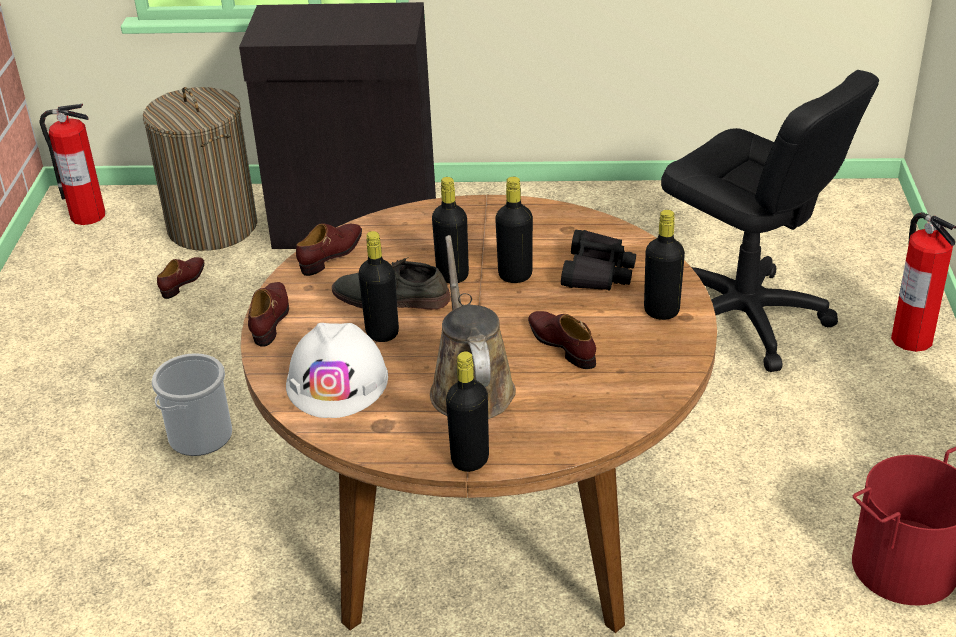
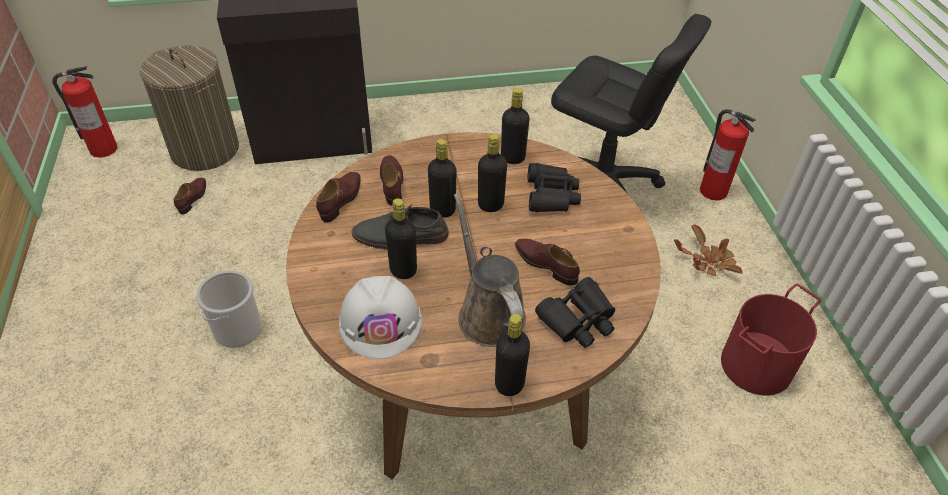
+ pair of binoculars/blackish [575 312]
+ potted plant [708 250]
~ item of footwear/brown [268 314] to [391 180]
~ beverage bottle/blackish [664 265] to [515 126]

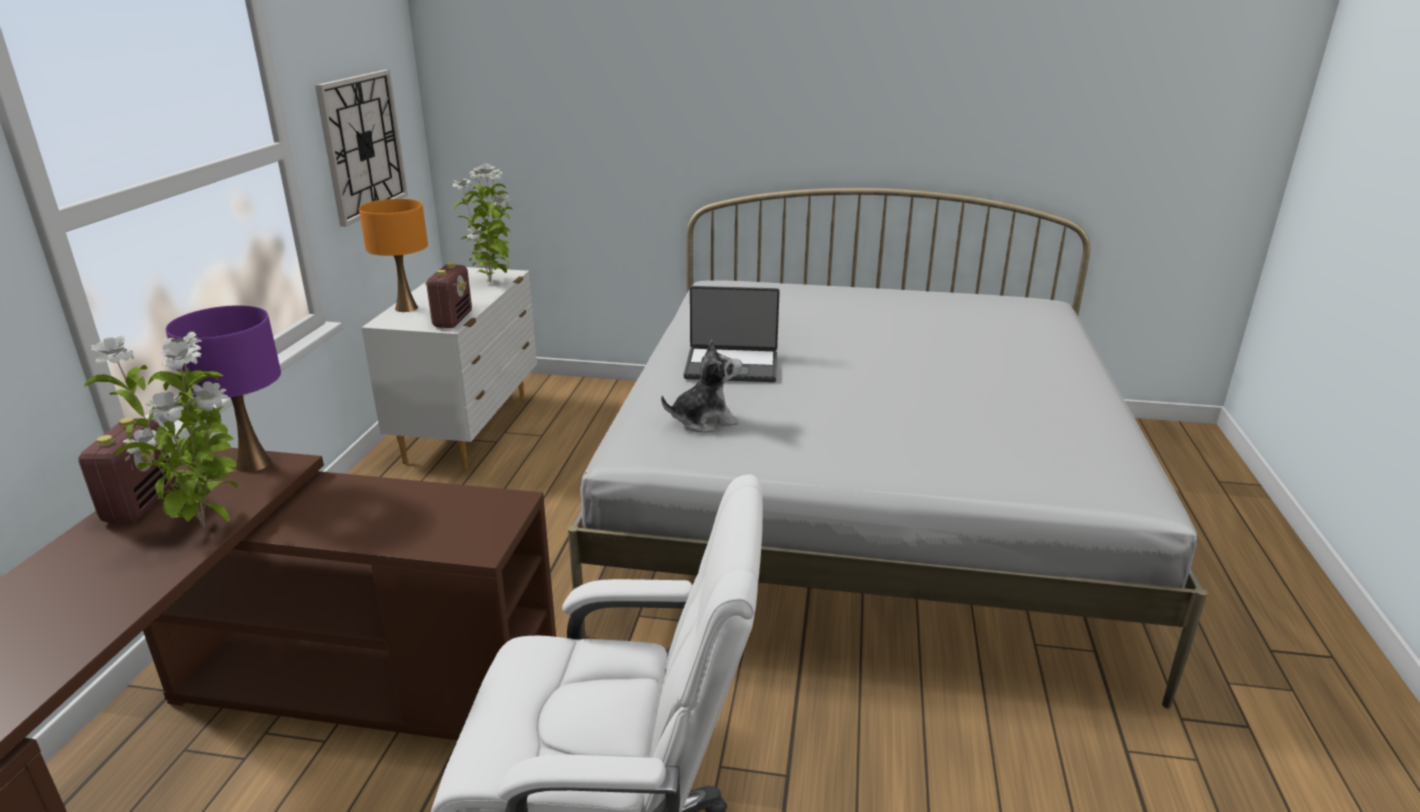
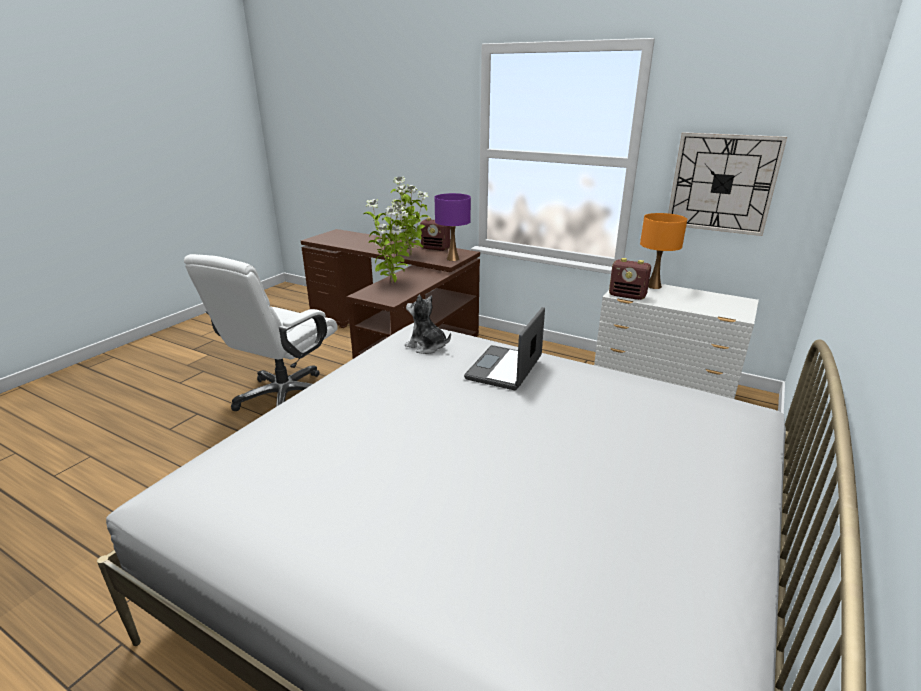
~ potted plant [482 223] to [388 241]
~ soft toy [701 386] = [428 324] 120 degrees clockwise

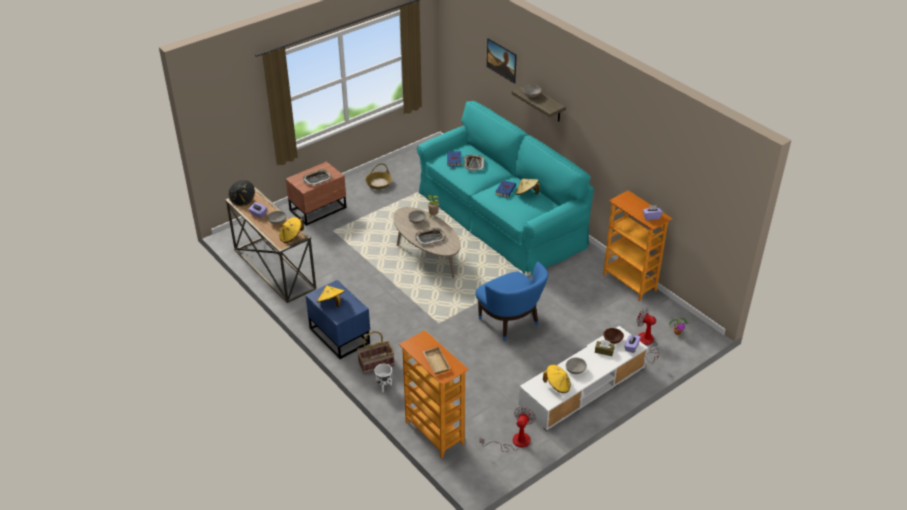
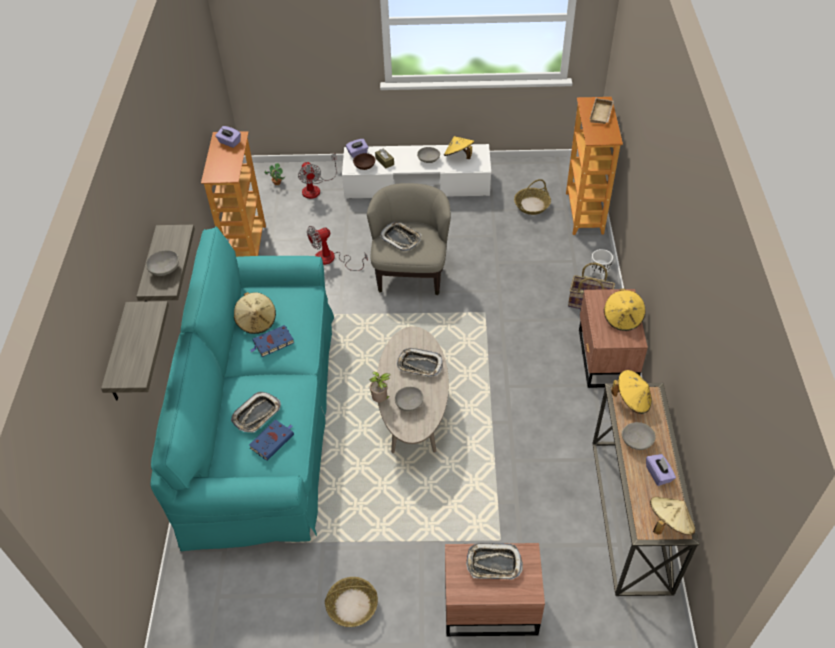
+ carrying tray [400 236]
+ basket [532 197]
~ fan [508 429] to [337 248]
~ wall art [502 61] to wall shelf [135 350]
~ wearable hat/blackish [242 192] to wearable hat/sand-coloured [672 516]
~ nightstand/bluish [338 319] to nightstand/brown [613 338]
~ armchair/bluish [511 301] to armchair/sand-coloured [409 239]

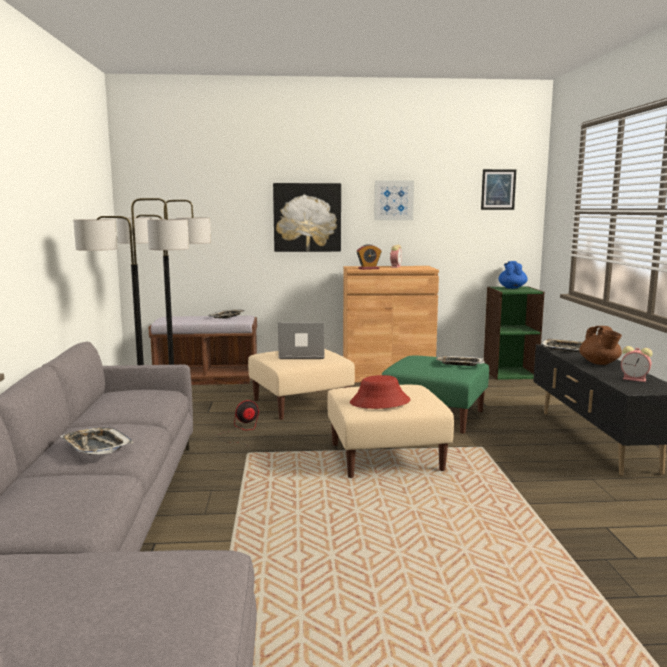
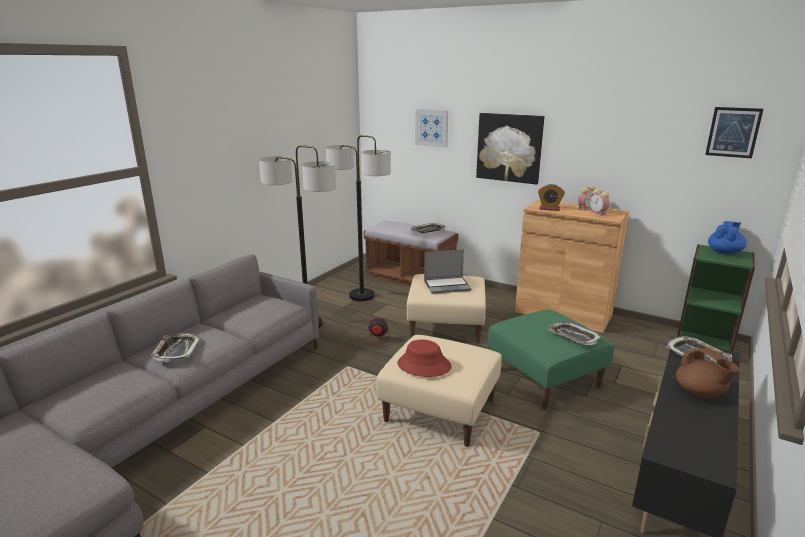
~ wall art [394 200] to [431 128]
~ bedside clock [636 364] to [600 202]
~ portable computer [301 340] = [448 271] 135 degrees clockwise
~ pot for tea/brown [600 345] = [708 373] 60 degrees counterclockwise

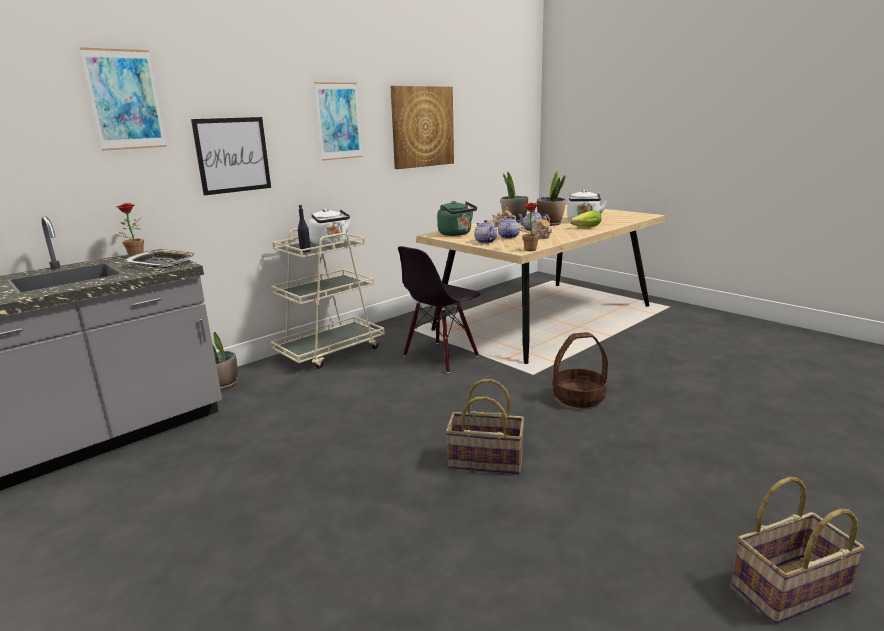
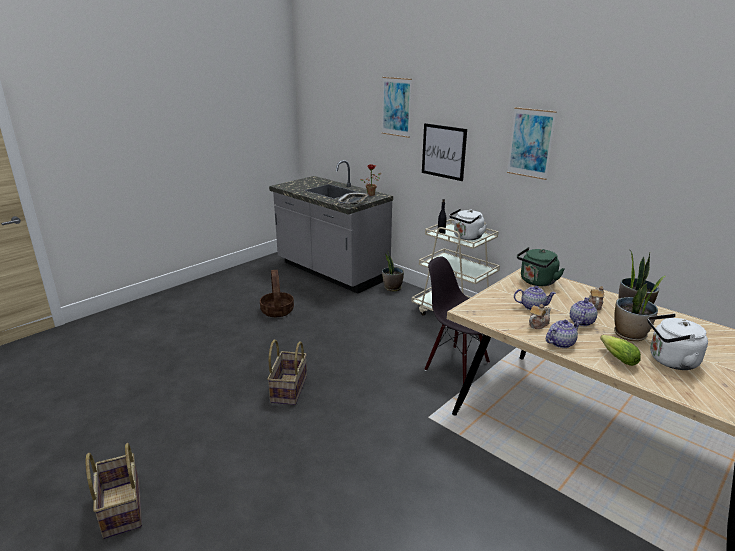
- wall art [422 127]
- potted plant [528 227]
~ pot for tea [485 232] to [563 334]
~ basket [580 370] to [277 293]

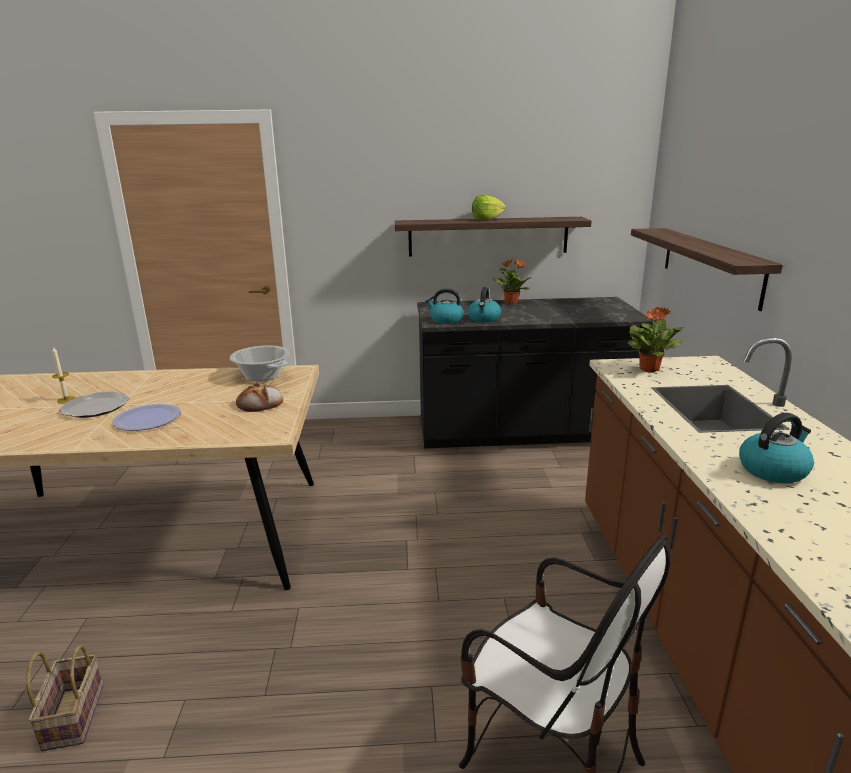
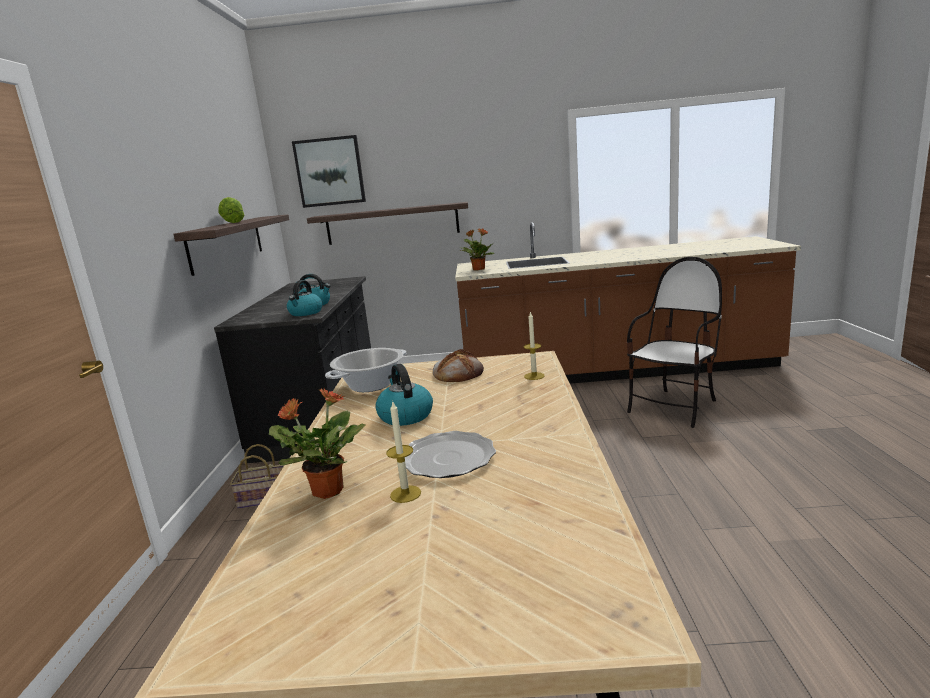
- flat dish [146 417]
+ wall art [329 171]
+ wax light [534 345]
~ basket [64 698] to [257 476]
~ potted plant [512 282] to [317 443]
~ tea kettle [776 448] to [404 395]

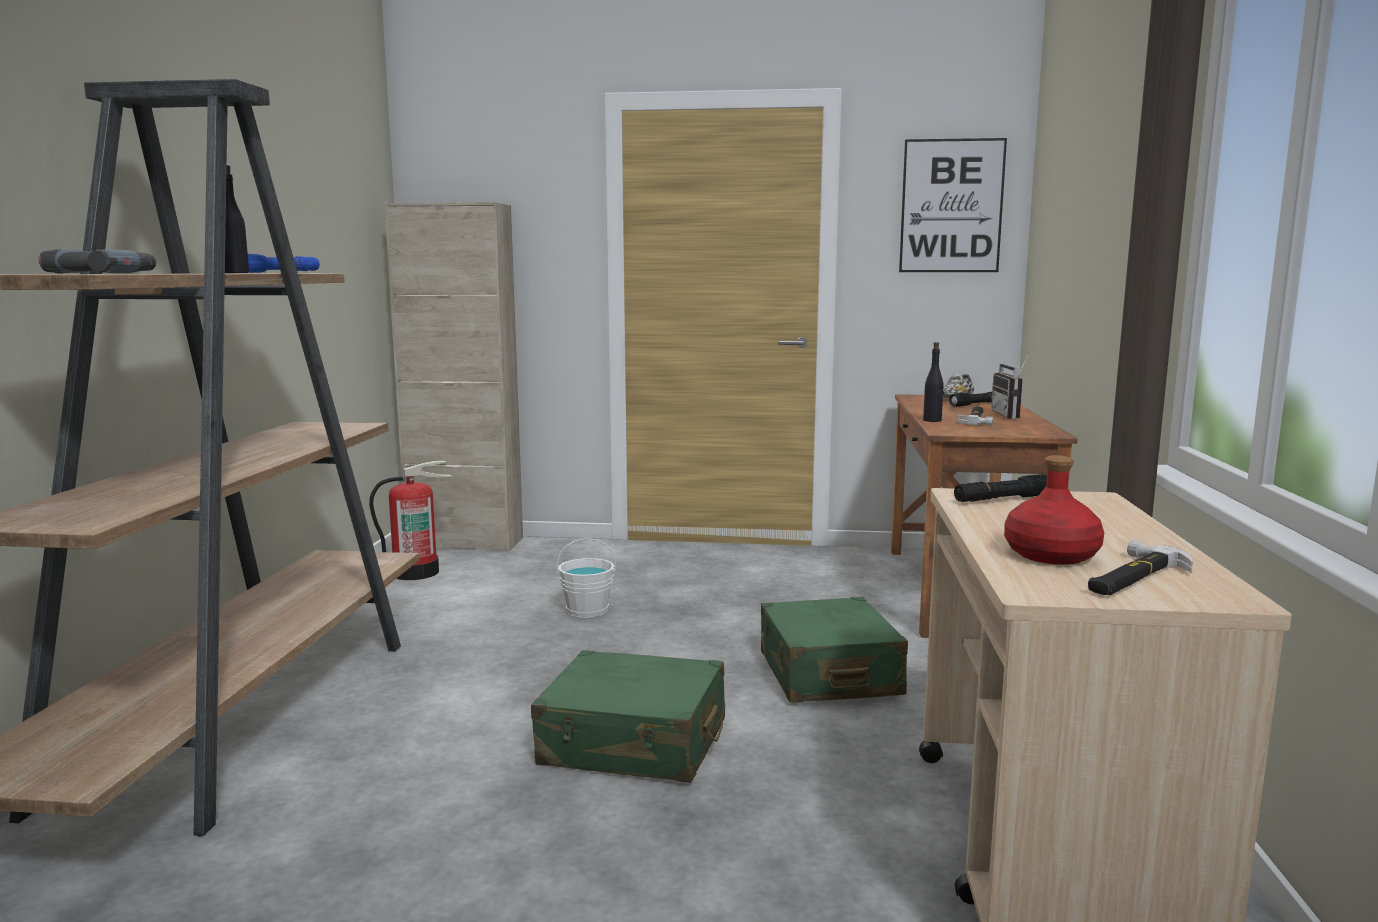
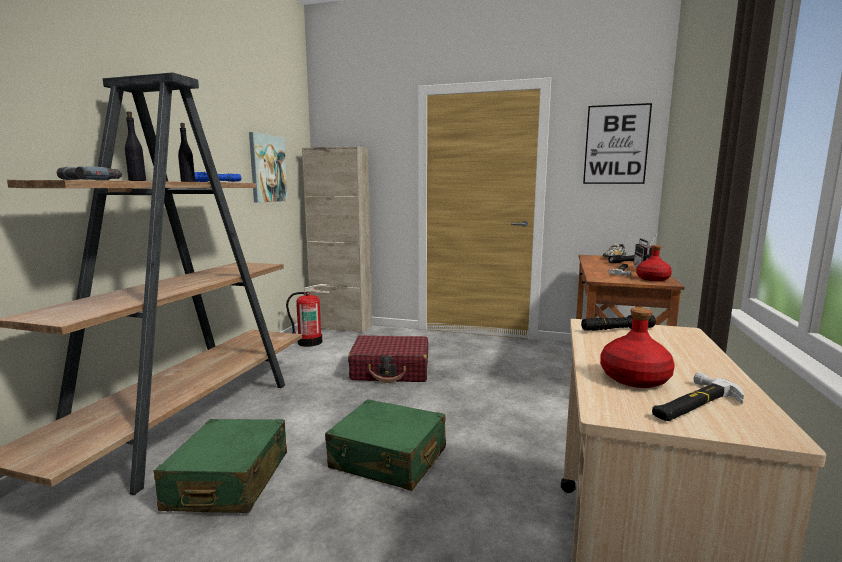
+ wall art [268 167]
+ beverage bottle/red [654 263]
~ suitcase/green [834 650] to [220 466]
~ beverage bottle/blackish [933 382] to [135 146]
~ pail/whitish [586 578] to suitcase/red [388 359]

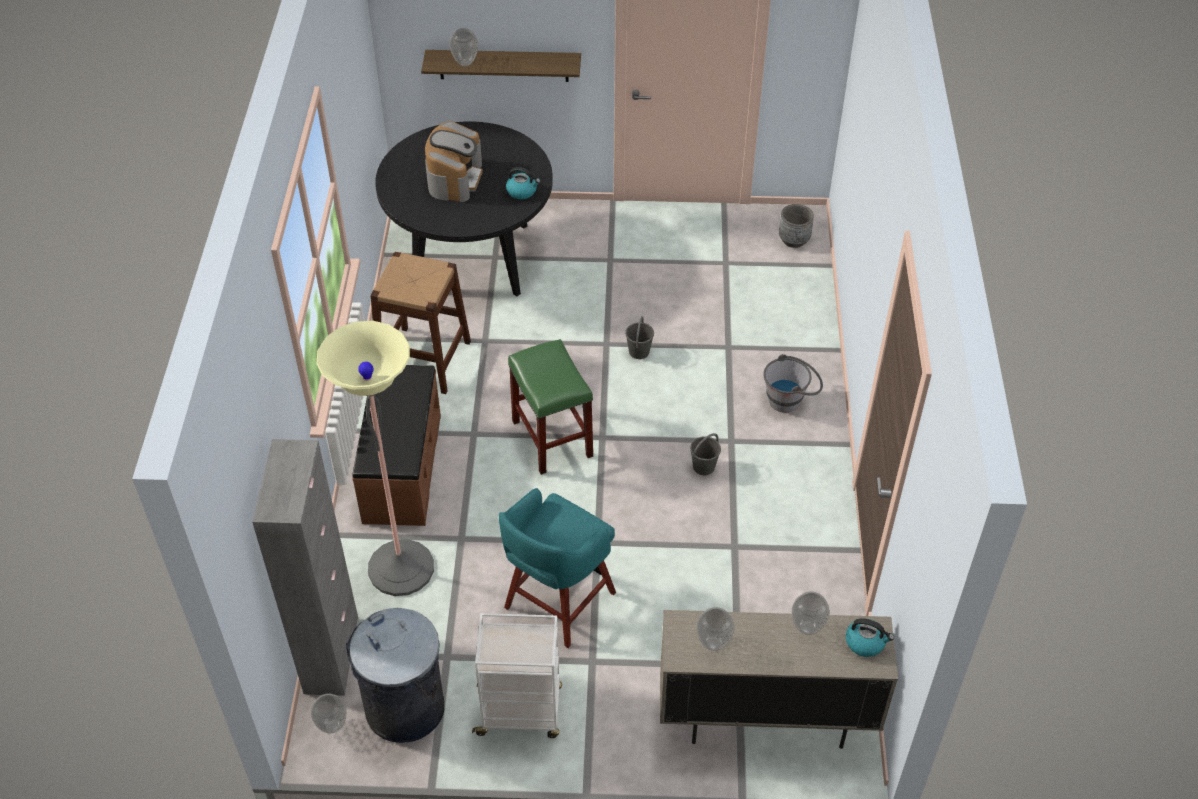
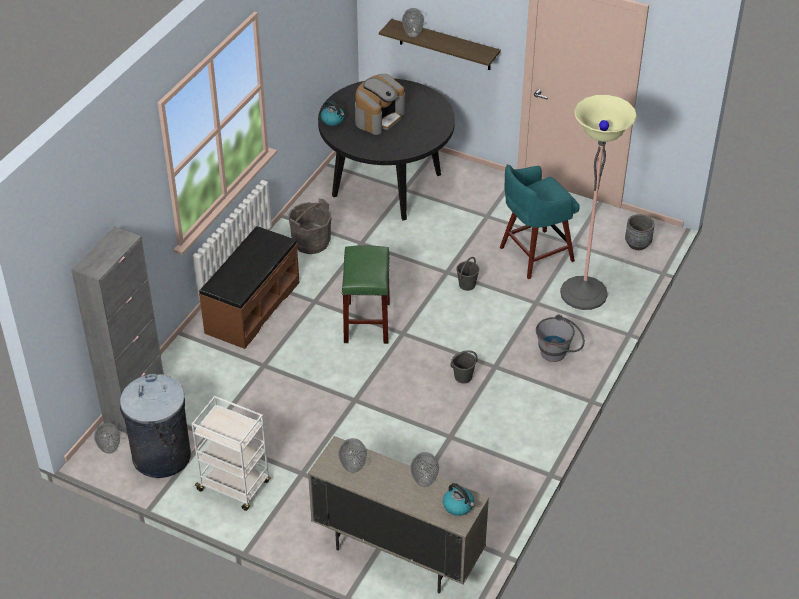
~ floor lamp [375 458] to [598 202]
~ stool seat/turquoise-coloured [557 568] to [540 222]
~ tea kettle [523 183] to [333 113]
~ stool seat/brown [420 323] to pail/gray [309 226]

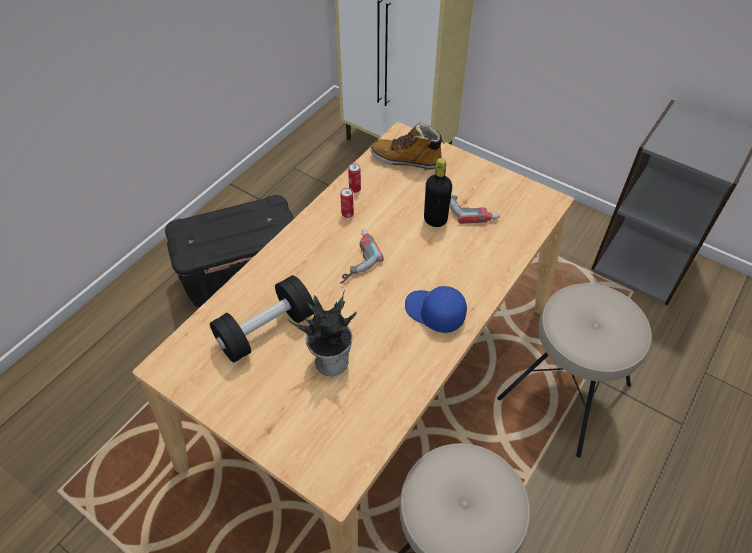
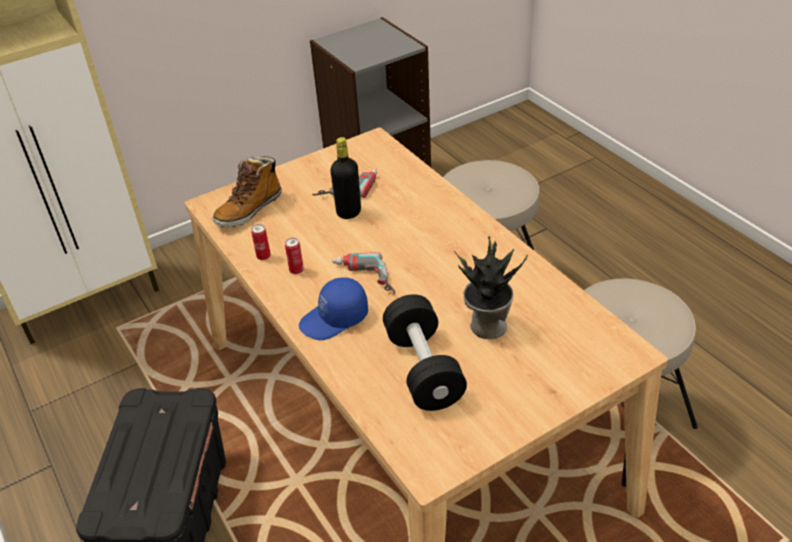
~ peaked cap/bluish [436 309] to [333 308]

